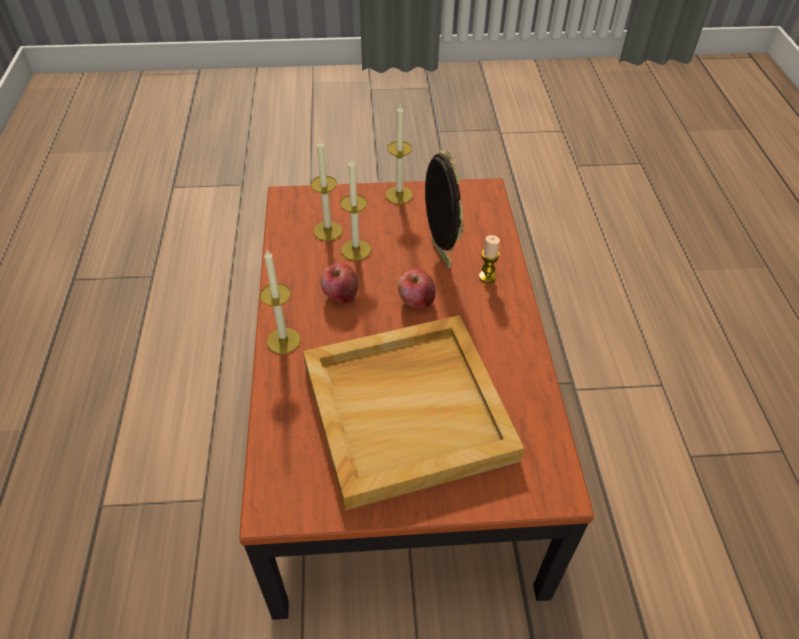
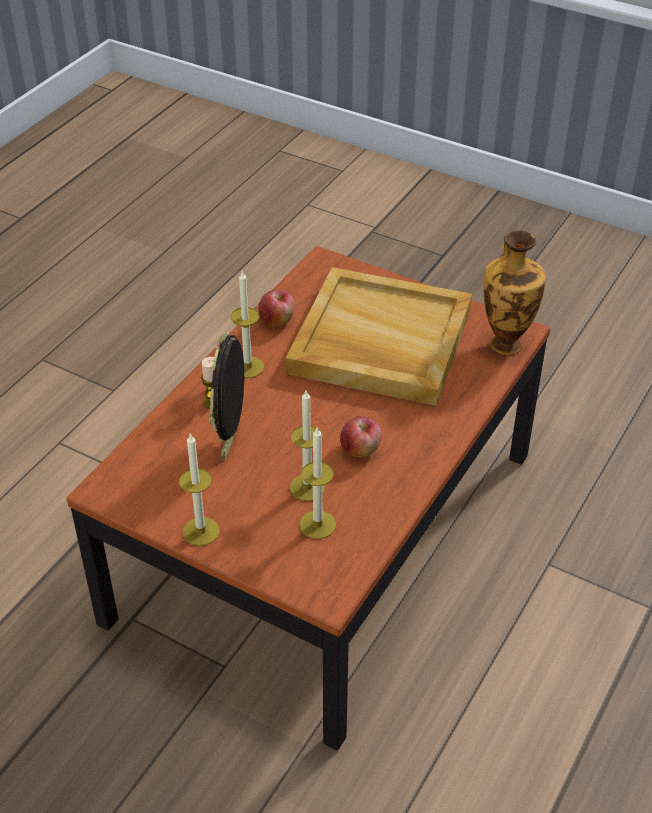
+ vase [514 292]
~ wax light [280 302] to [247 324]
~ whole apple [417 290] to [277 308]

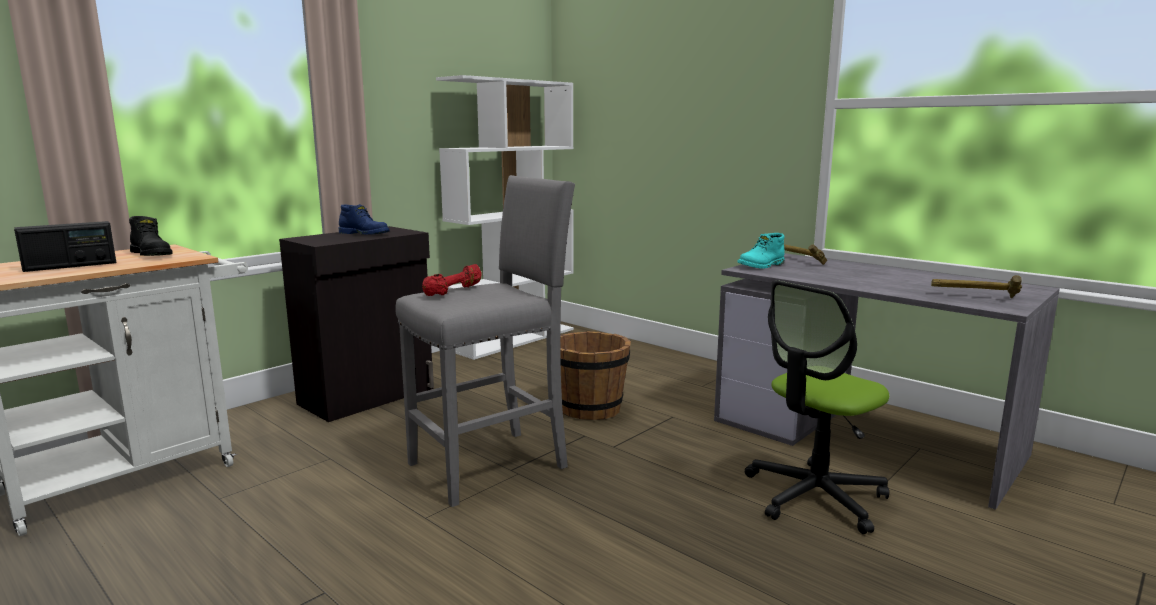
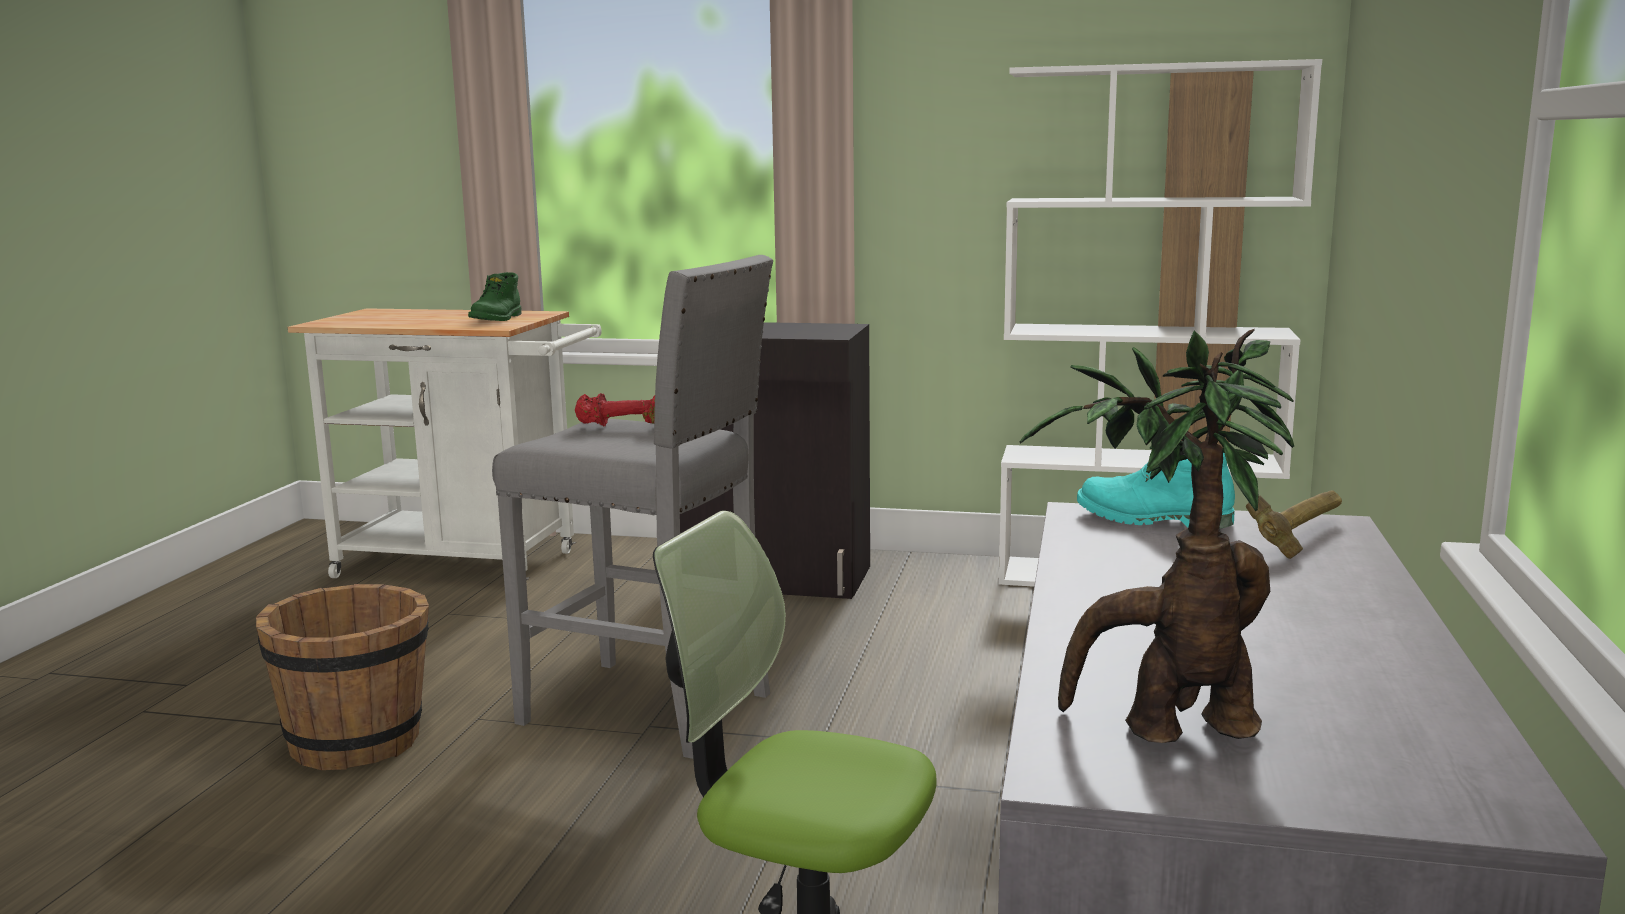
- radio [65 246]
- boot/bluish [364 219]
~ pail/brown [595 375] to [342 677]
~ hammer [976 286] to potted plant [1157 536]
~ boot/blackish [150 236] to boot/green [495 296]

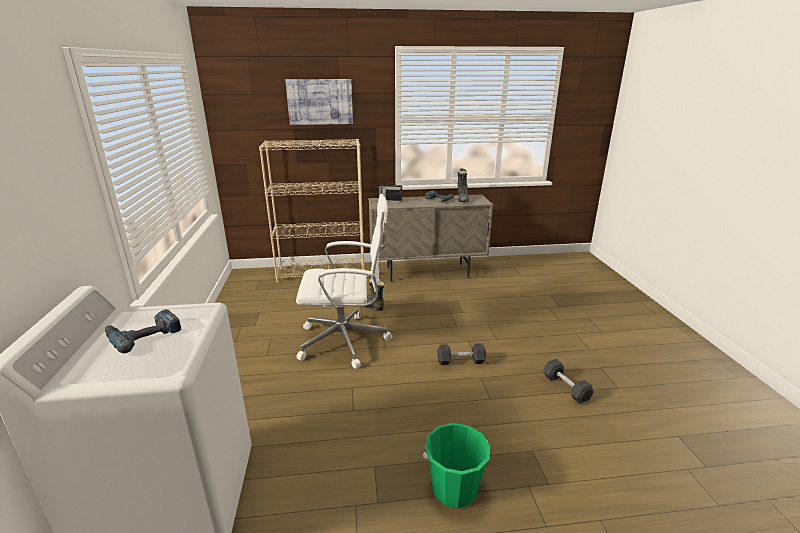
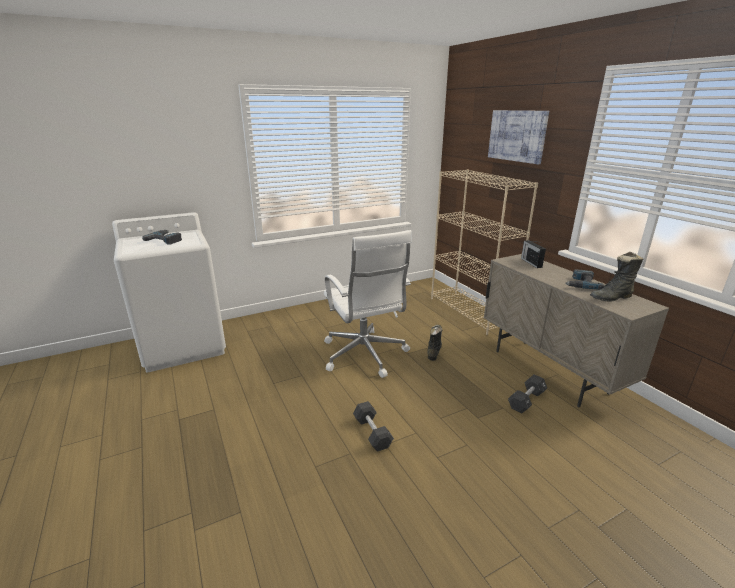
- pail/green [456 466]
~ dumbbell/blackish [568 381] to [527 394]

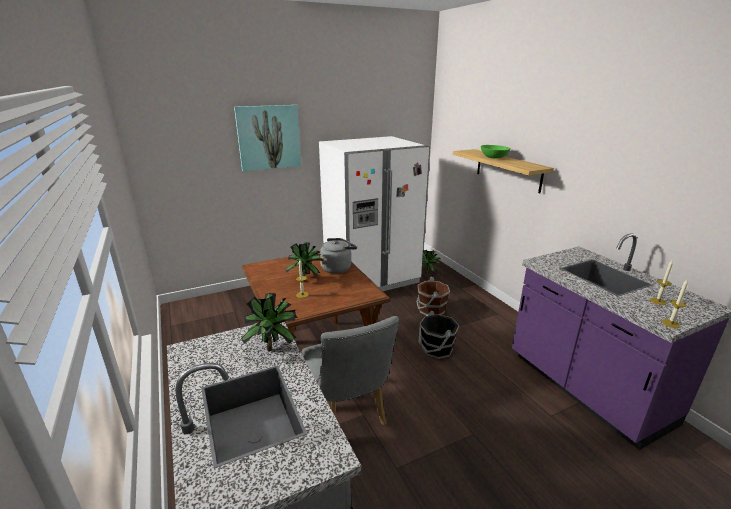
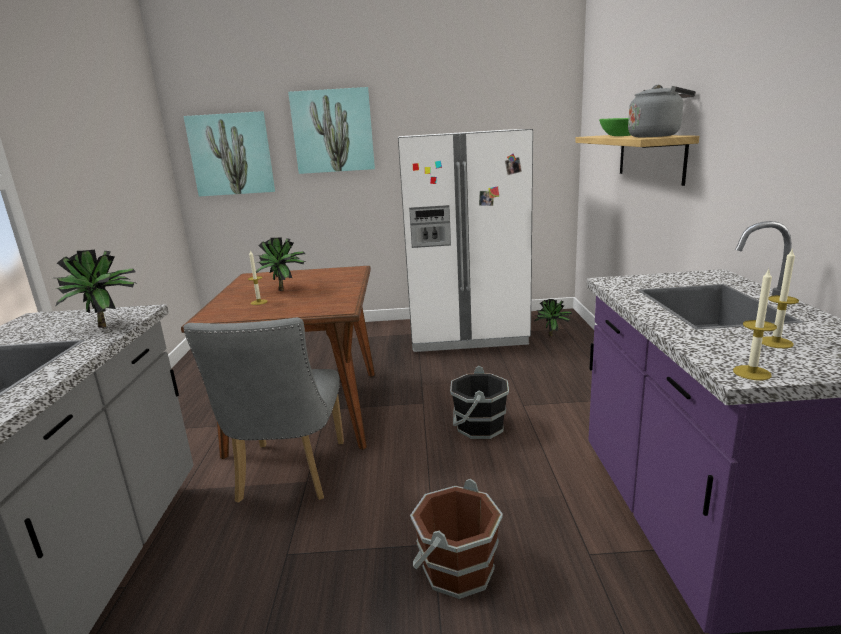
+ wall art [229 153]
~ tea kettle/gray [338 255] to [662 111]
~ pail/brown [433 296] to [456 539]

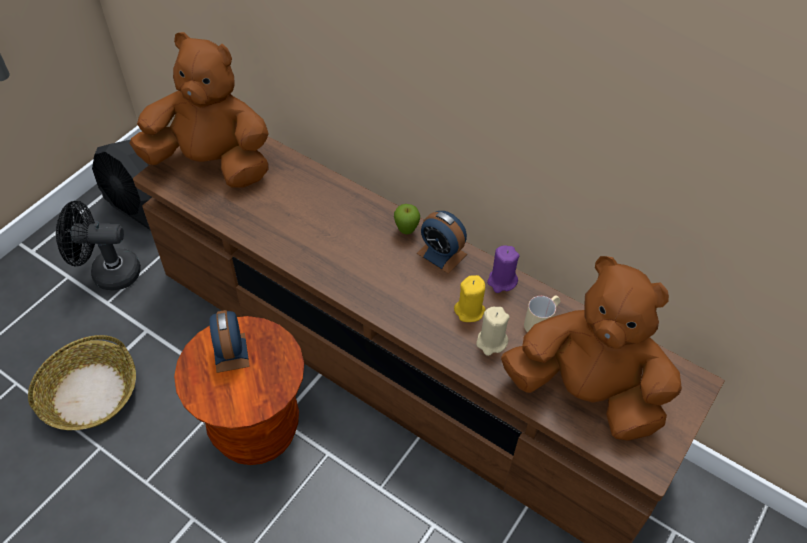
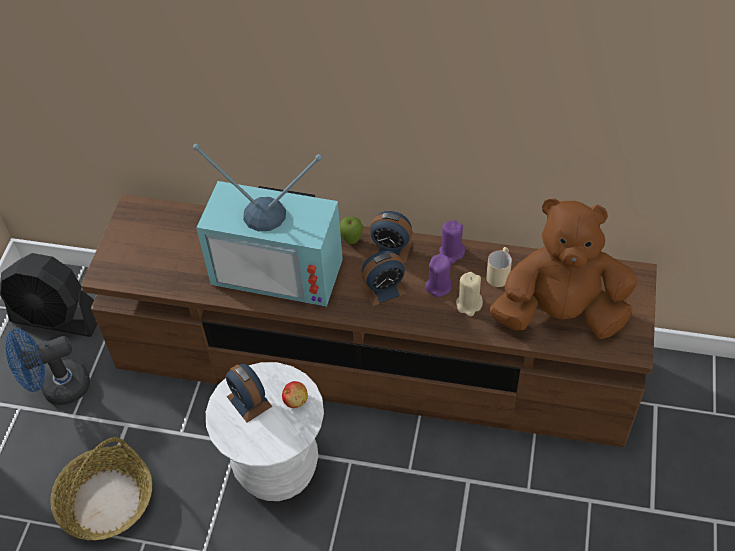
- soft toy/brown [199 110]
+ TV set [268 225]
+ whole apple [295 394]
+ bedside clock [384 278]
~ fan/blackish [98 245] to fan/bluish [47 367]
~ stool seat/brown [239 390] to stool seat/whitish [265 431]
~ wax light/yellowish [470 298] to wax light/purplish [438 275]

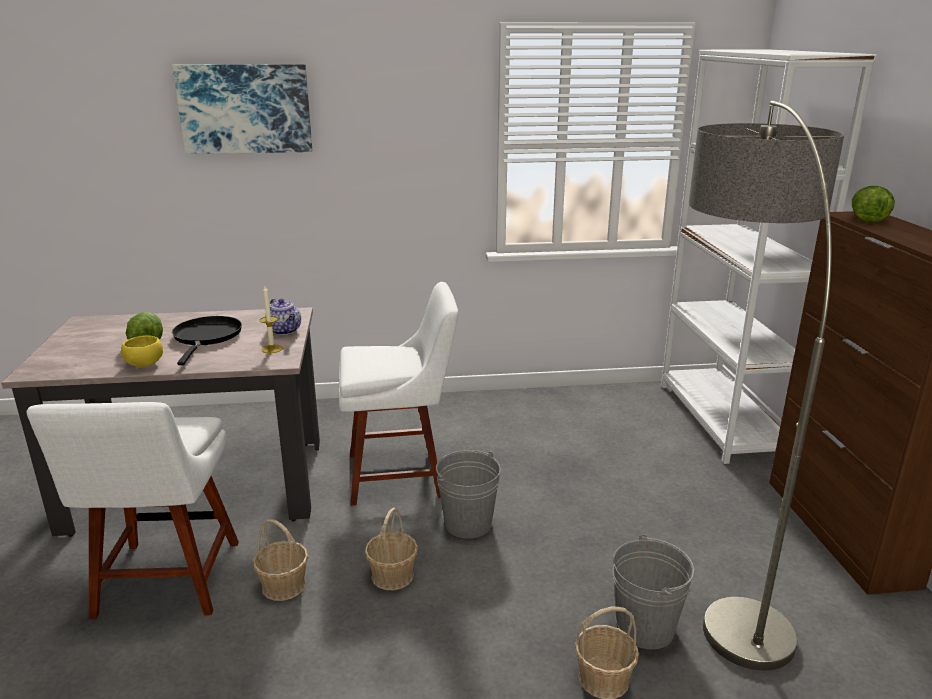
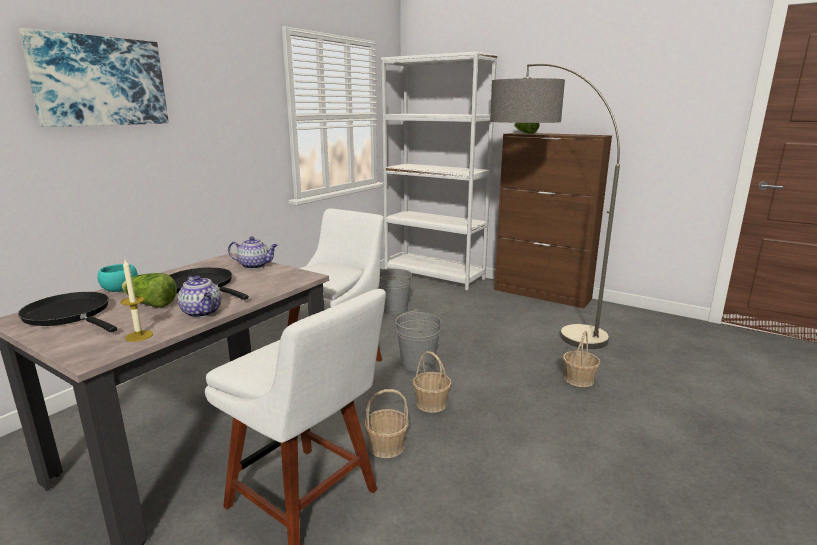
+ skillet/blackish [67 312]
+ serving bowl/turquoise-coloured [117 278]
~ wax light [271 319] to [136 300]
~ pail/gray [654 591] to [395 291]
~ serving bowl/yellowish [142 351] to pot for tea [199 296]

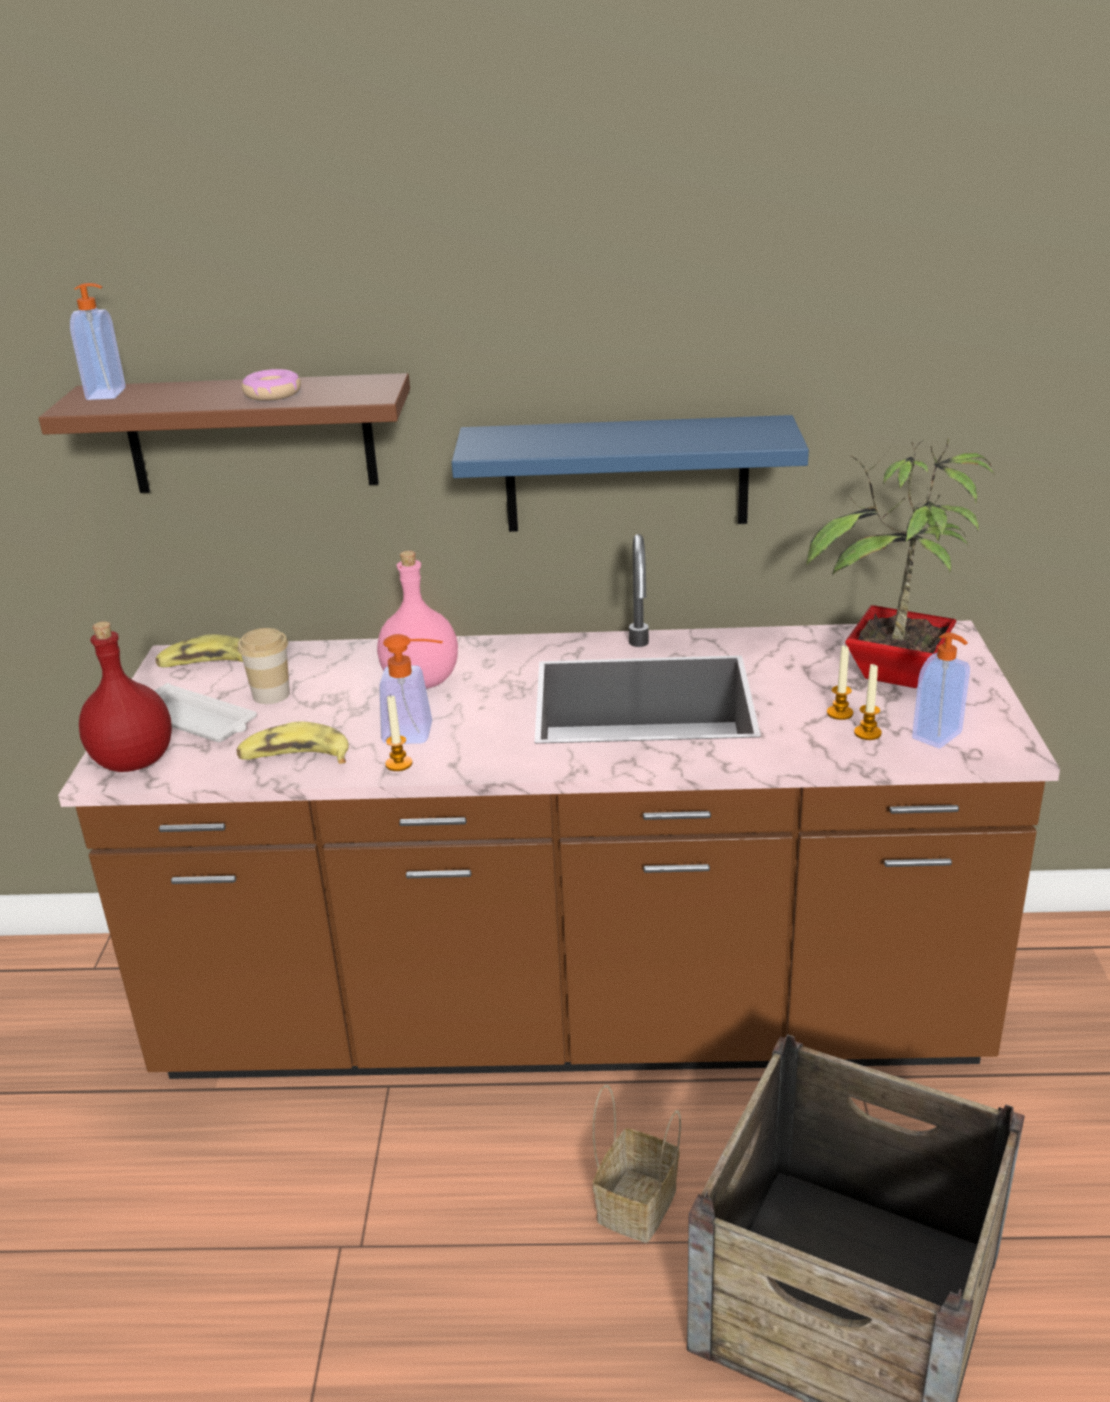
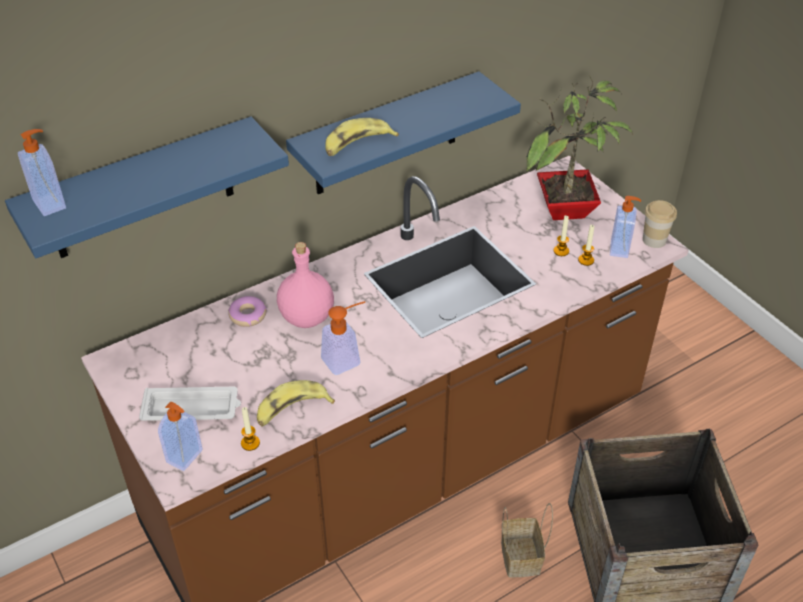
~ banana fruit [199 650] to [362 137]
~ cup [264 666] to [660 224]
~ doughnut [271 385] to [247 311]
~ wax light [398 732] to [250 429]
~ beverage bottle/red [125 696] to liquid soap bottle [180 436]
~ wall shelf/brown [224 433] to wall shelf/bluish [147 187]

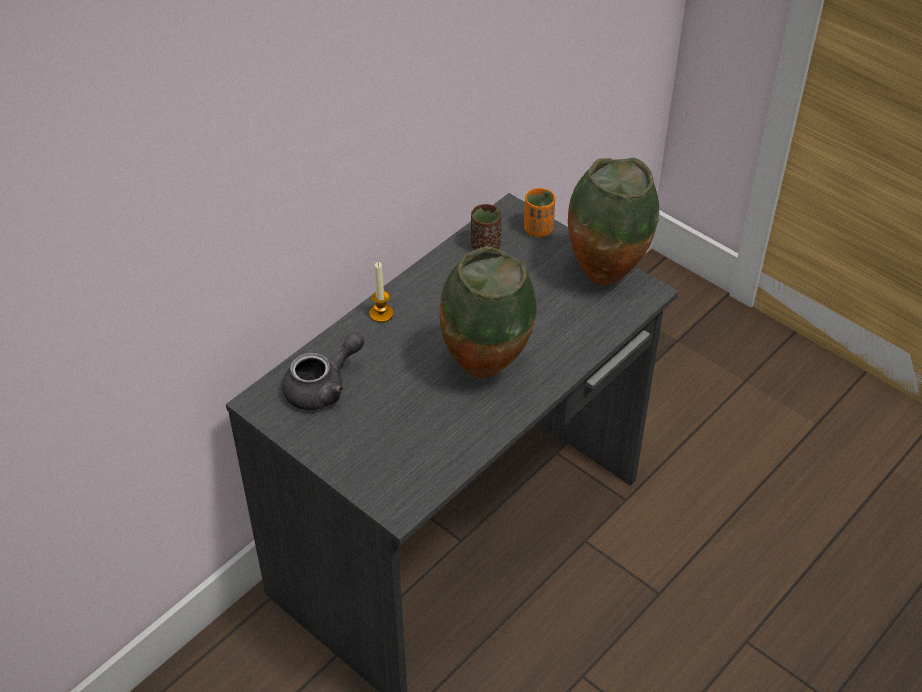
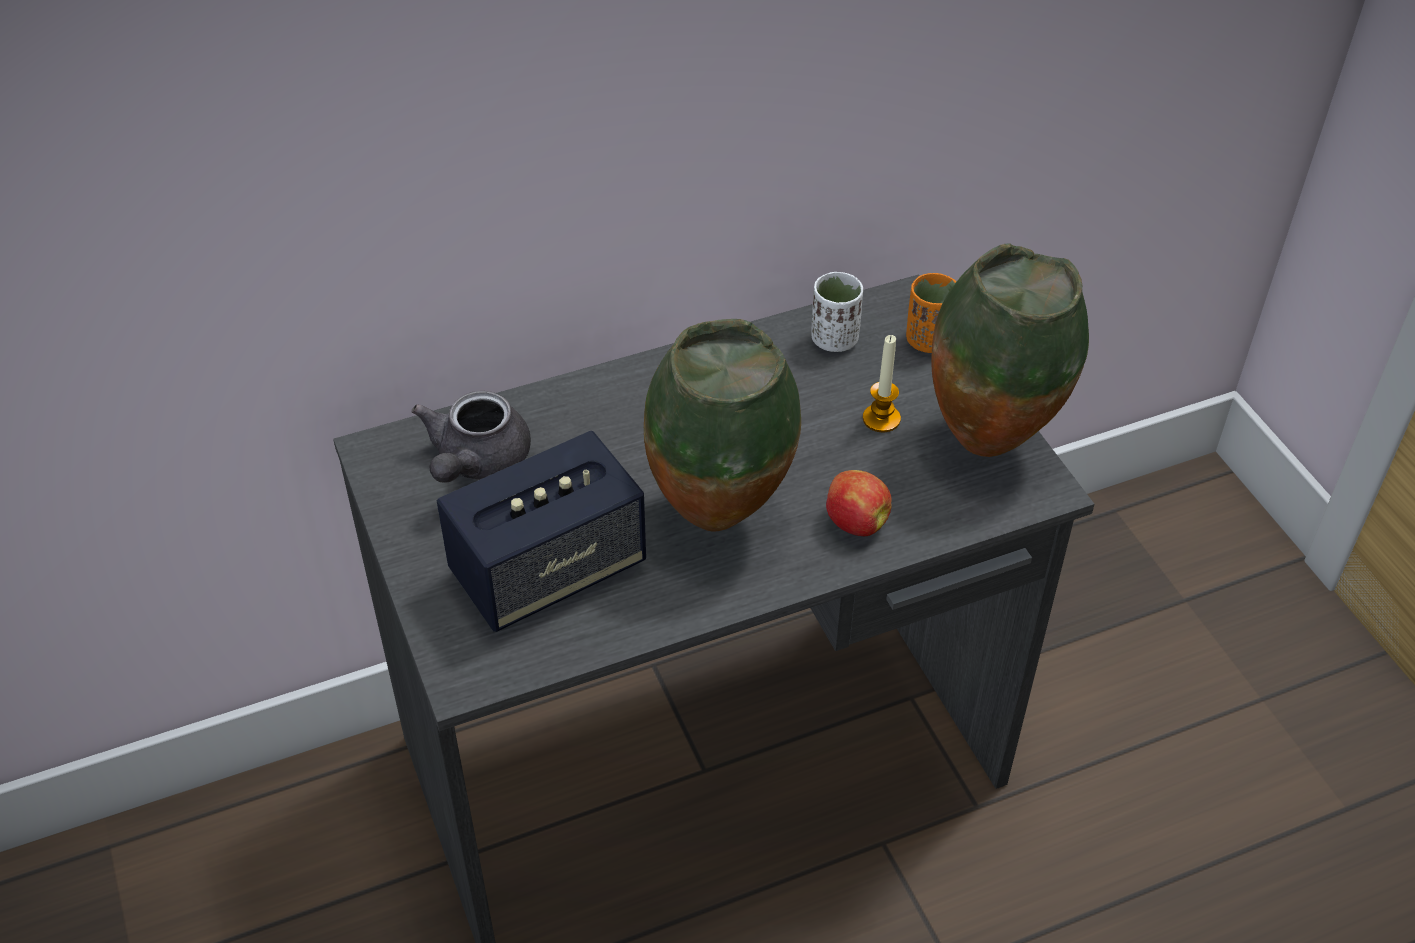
+ audio speaker [541 531]
+ whole apple [859 503]
~ wax light [381 292] to [882 384]
~ cup/brown [486 227] to cup/whitish [837 312]
~ pot for tea/gray [323 371] = [471 437] 120 degrees clockwise

